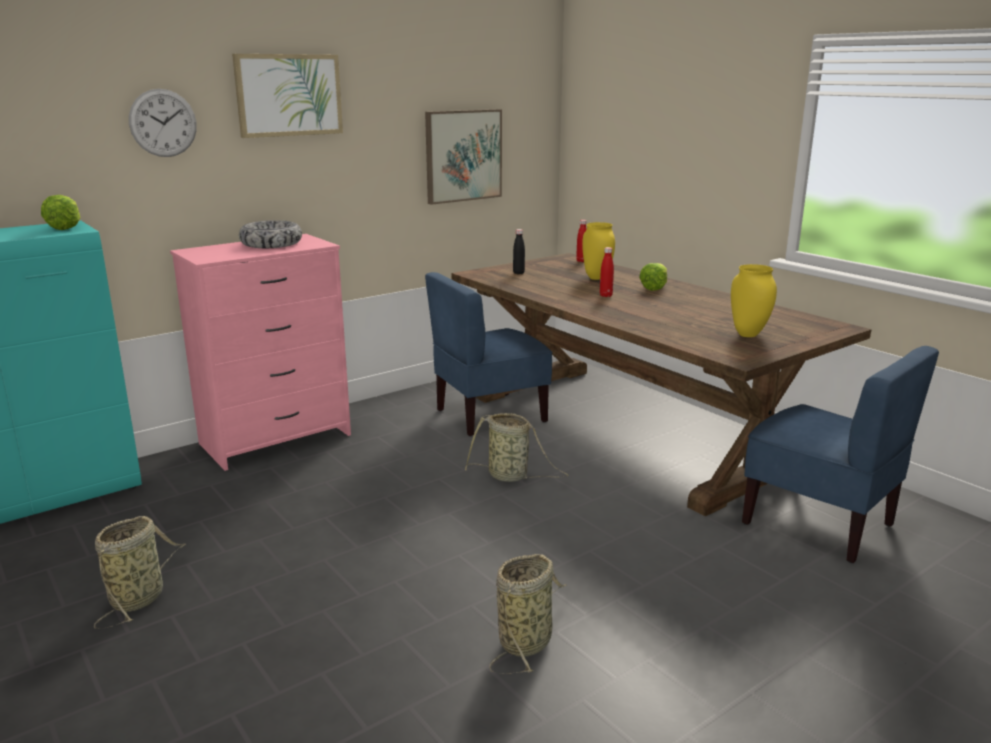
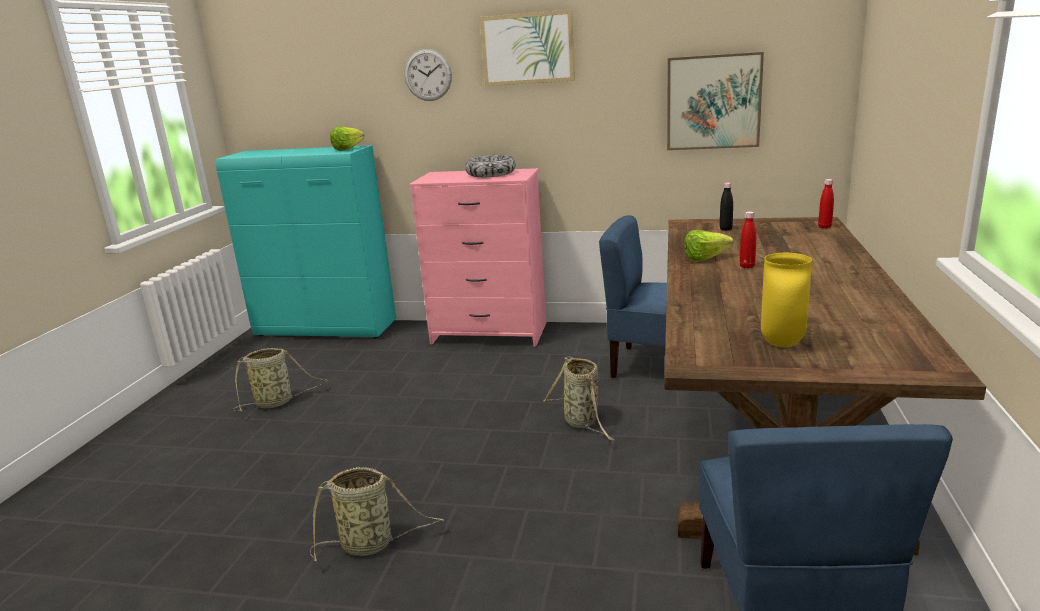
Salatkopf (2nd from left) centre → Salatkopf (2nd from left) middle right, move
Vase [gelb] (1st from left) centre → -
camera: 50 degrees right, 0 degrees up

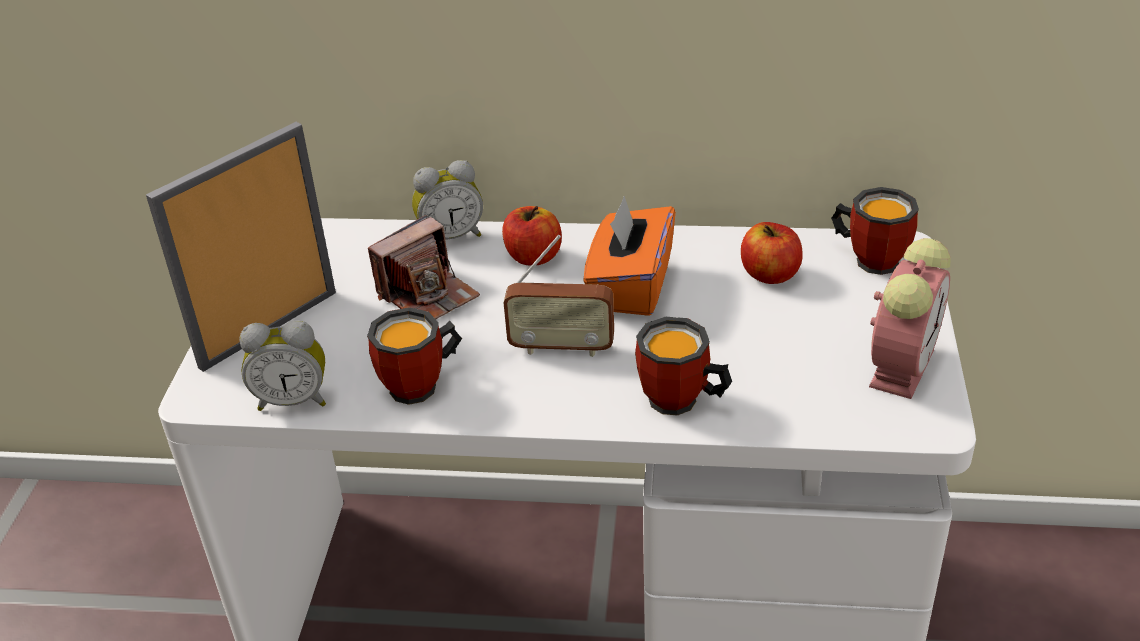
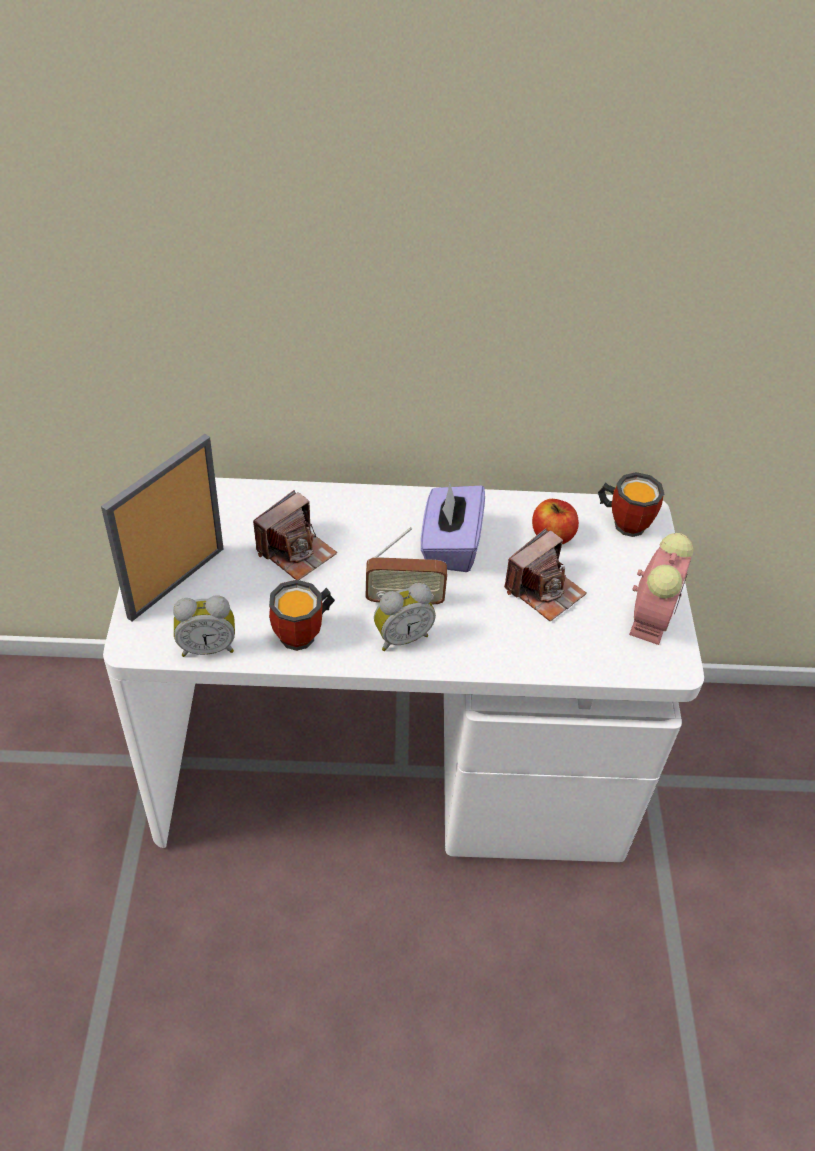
Wecker (2nd from left) top centre → Wecker (2nd from left) centre, move
Taschentuchbox [orange] centre → Taschentuchbox [lila] centre
- → Kamera (2nd from left) middle right
Apfel (1st from left) centre → -
Henkelbecher (2nd from left) centre → -
camera: 10 degrees left, 10 degrees up

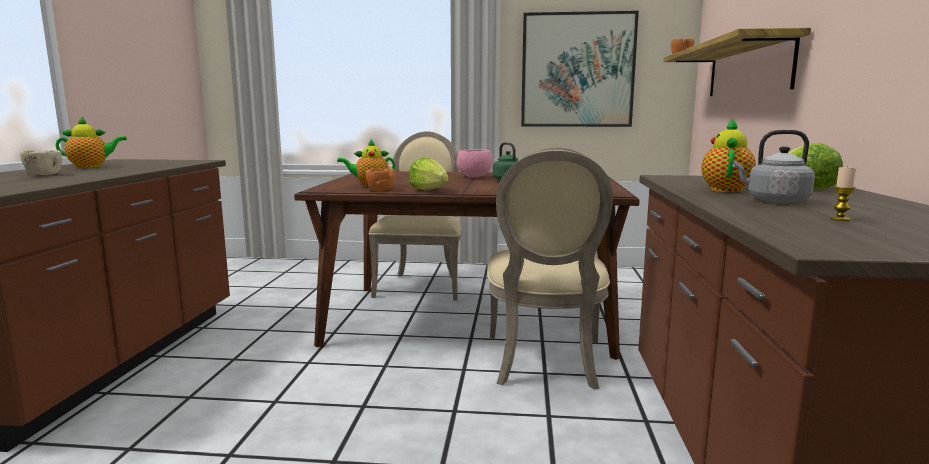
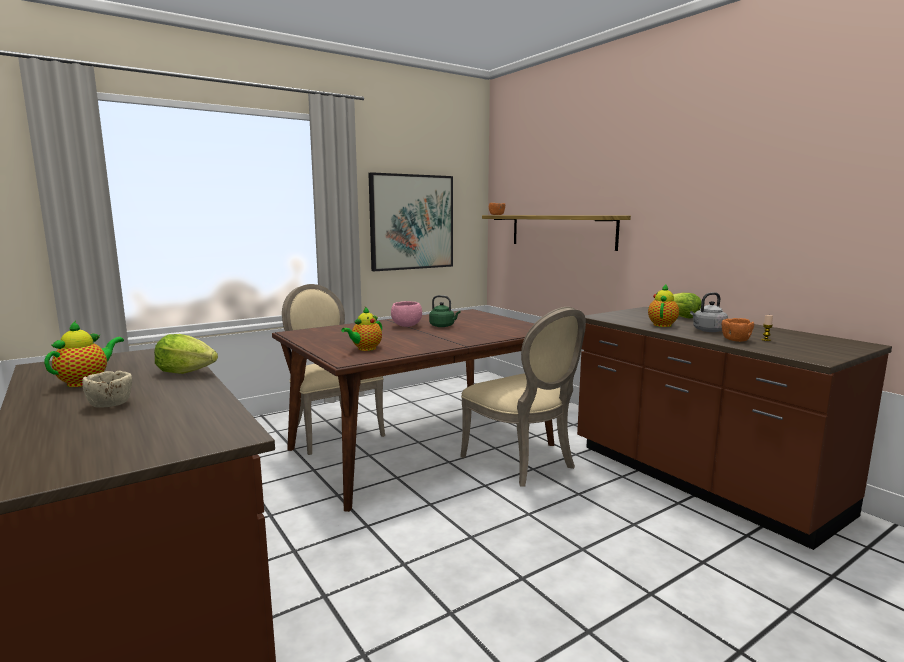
Salatkopf (1st from left) centre → Salatkopf (1st from left) middle left, move
Teekanne (3rd from left) middle right, 45 degrees clockwise
Schüssel [orange] (1st from left in the first image) centre → Schüssel [orange] (2nd from left) middle right, move
camera: 40 degrees left, 0 degrees up

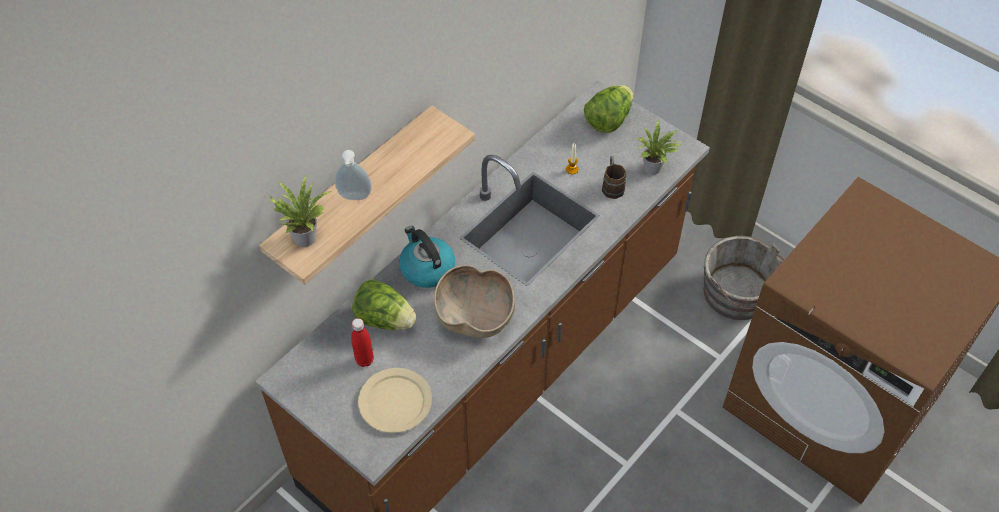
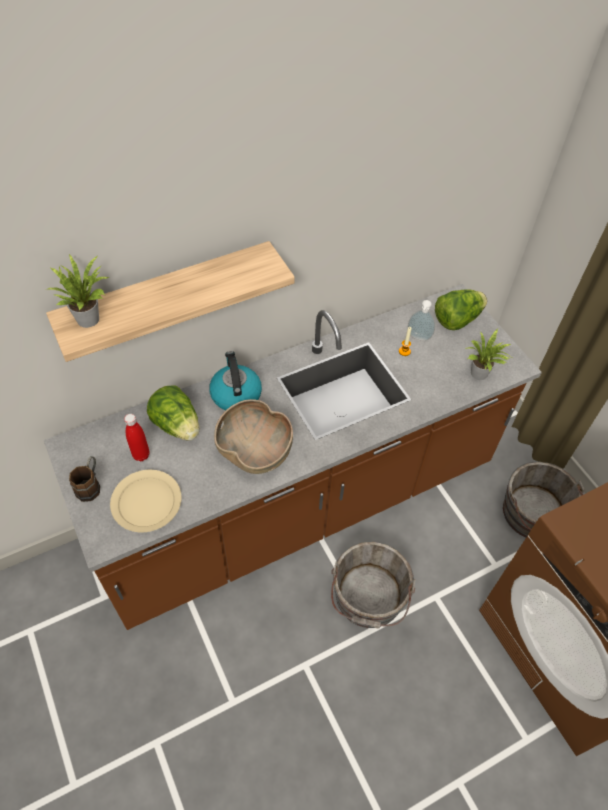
Henkelbecher [braun] centre → Henkelbecher [braun] middle left, move
- → Eimer [grau] (1st from left) bottom centre
Seifenspender centre → Seifenspender middle right, move
camera: 20 degrees right, 0 degrees up

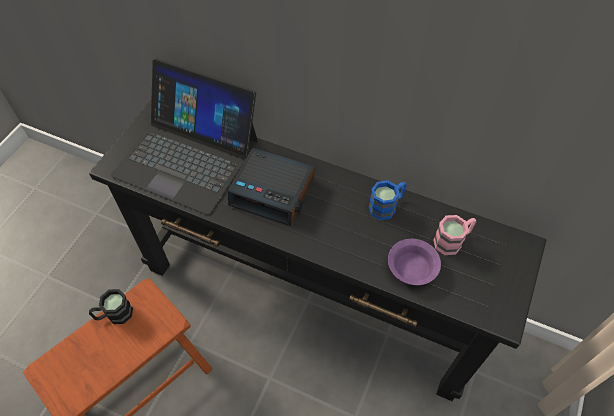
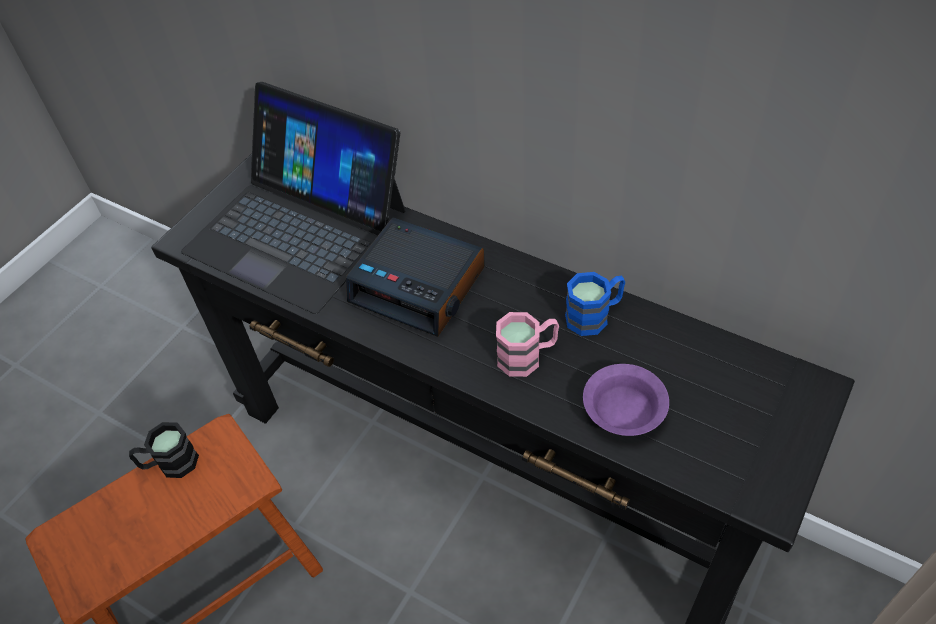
Henkelbecher [rosa] middle right → Henkelbecher [rosa] centre, move
camera: 10 degrees right, 5 degrees down

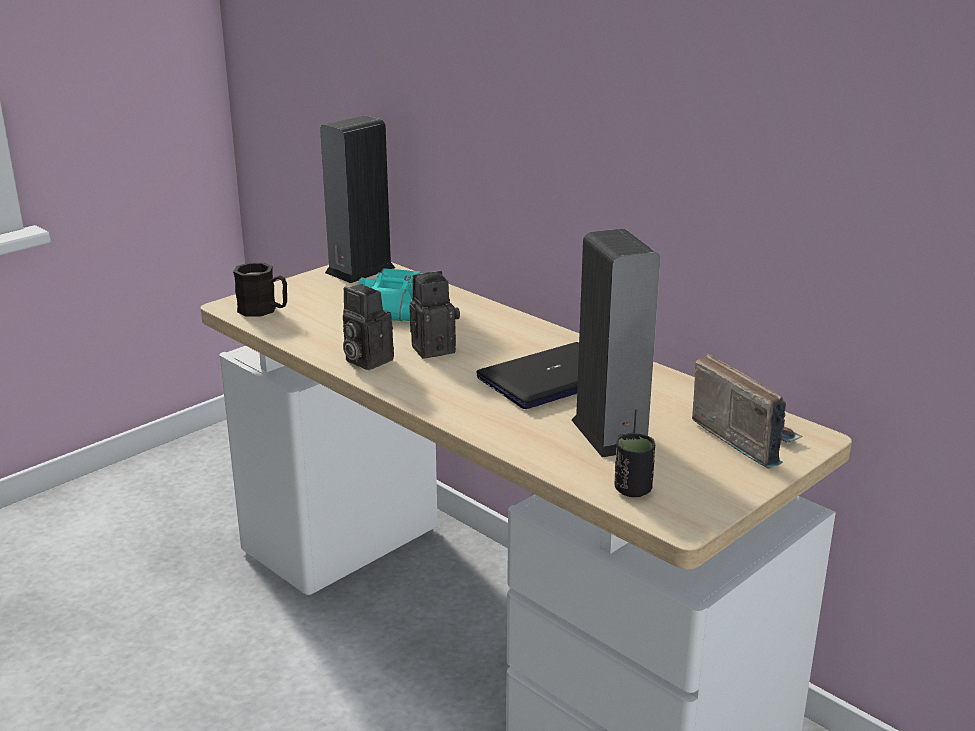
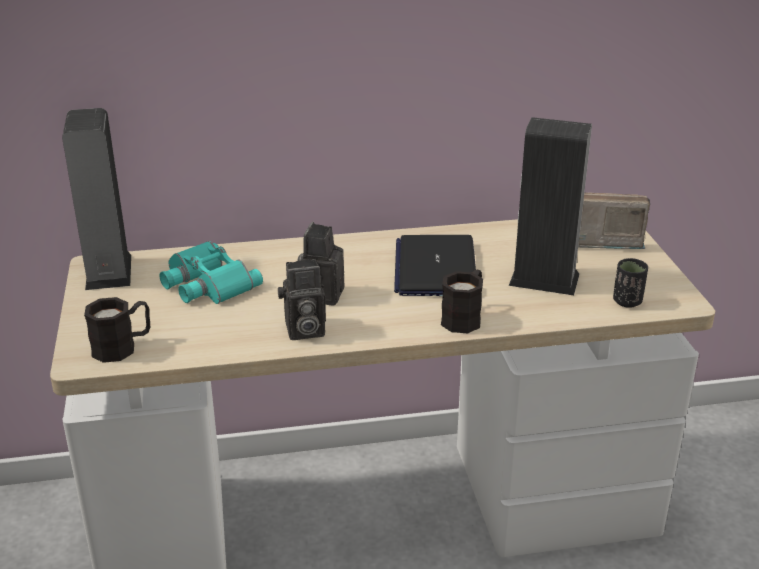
- → Henkelbecher [schwarz] (2nd from left) centre
camera: 55 degrees left, 5 degrees up

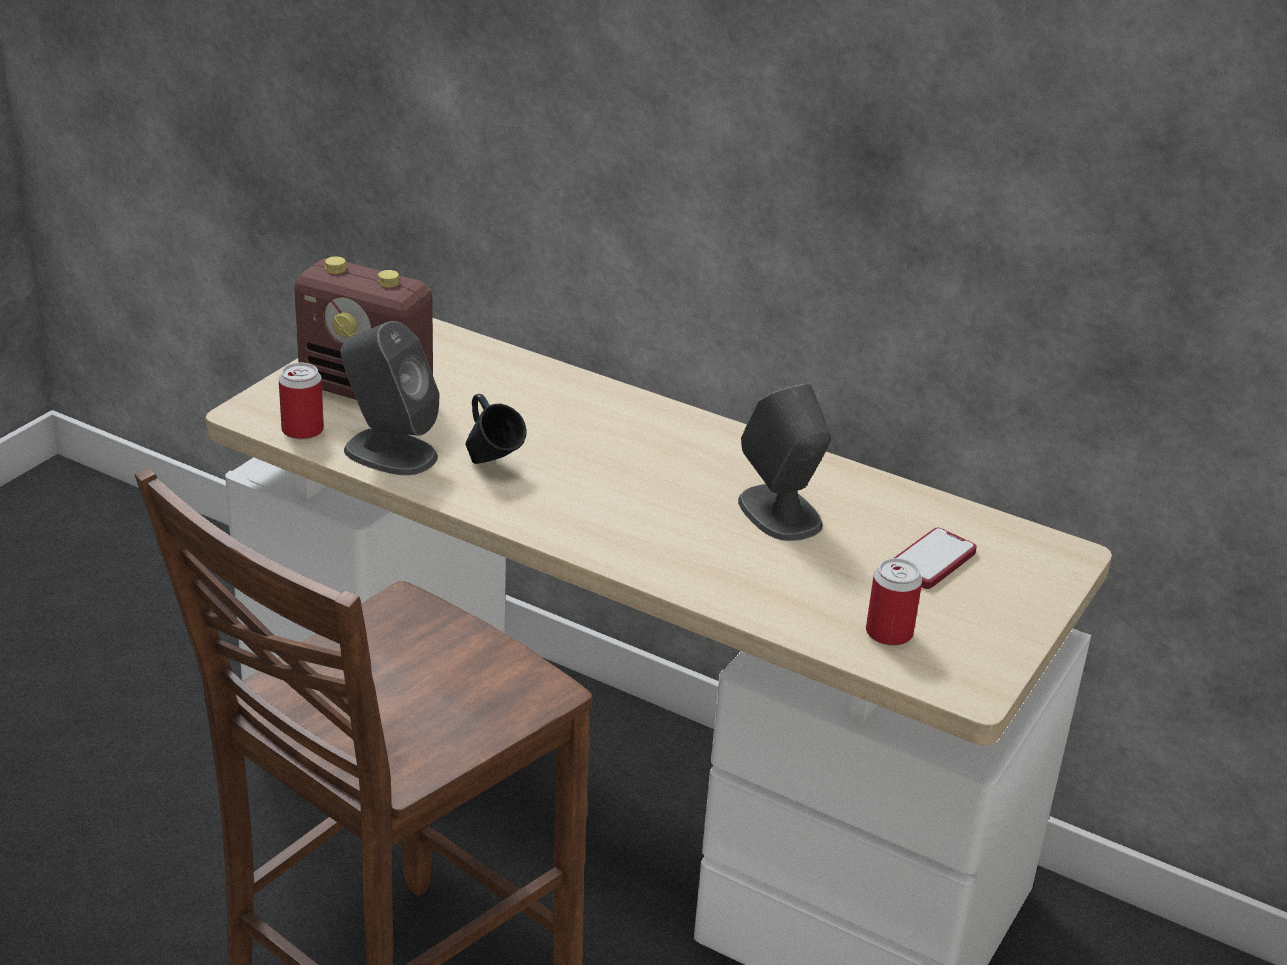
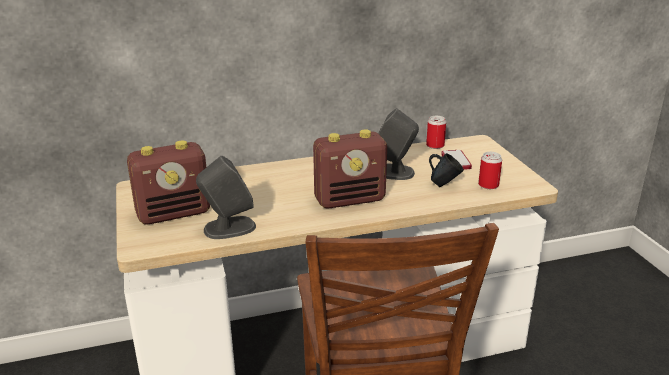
- → Radio (2nd from left) centre
Dose (1st from left) middle left → Dose (1st from left) centre, move
Henkelbecher [blau] centre → Henkelbecher [blau] middle right, move
camera: 45 degrees left, 5 degrees down

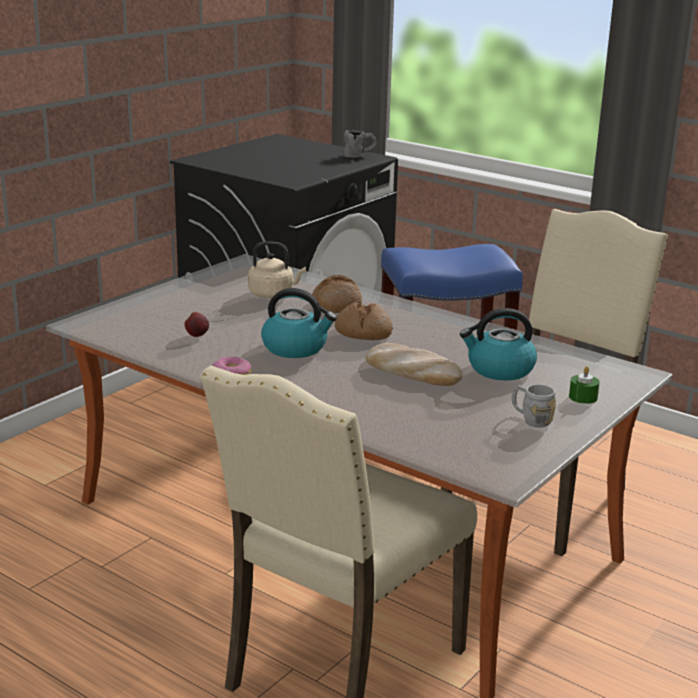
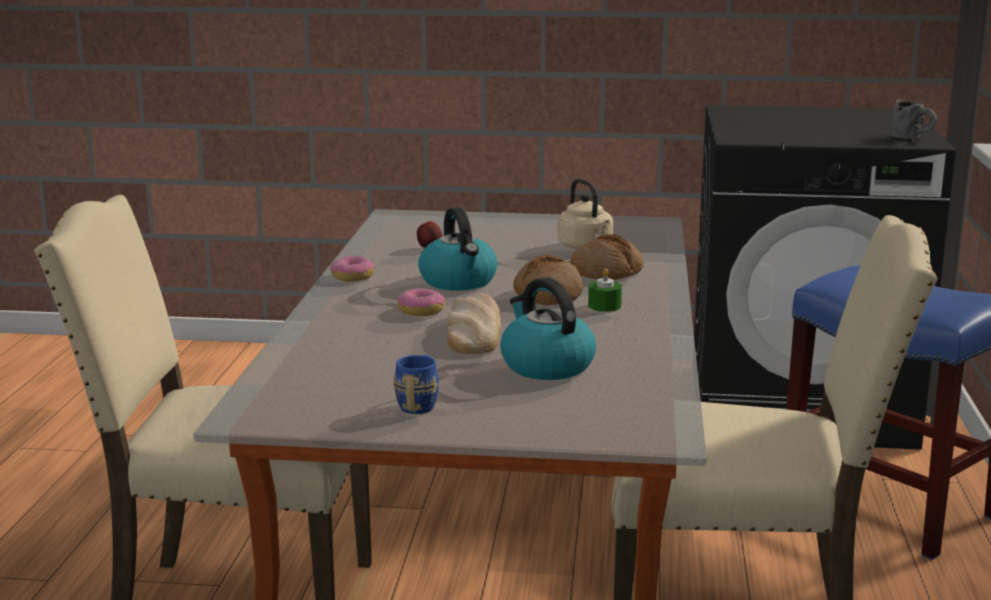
Henkelbecher [grau] (2nd from left) middle right → Henkelbecher [blau] centre
- → Donut (2nd from left) centre
Kerze [grün] middle right → Kerze [grün] centre, move
camera: 60 degrees right, 5 degrees down

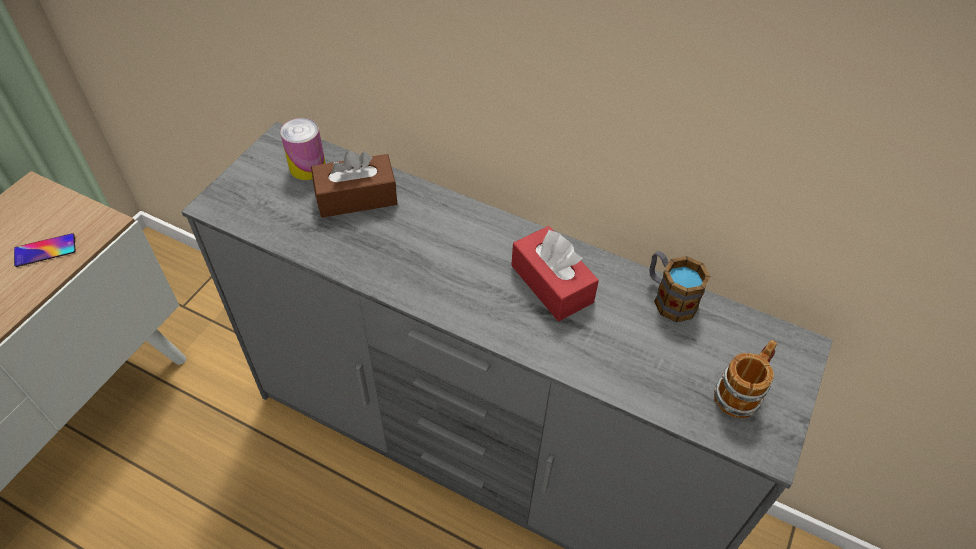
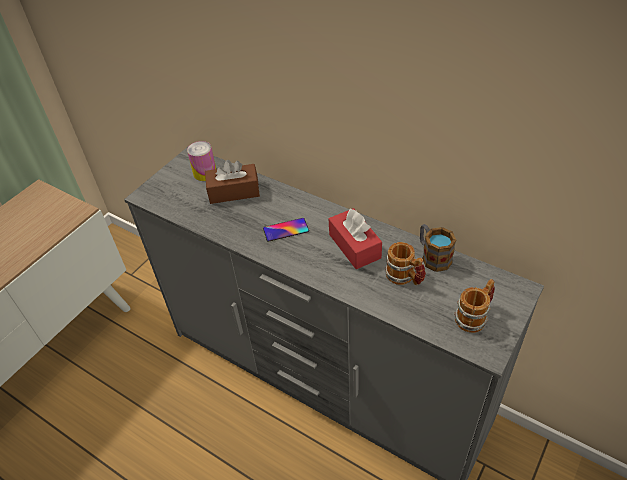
Handy middle left → Handy centre, move
- → Henkelbecher (1st from left) centre
camera: 10 degrees right, 5 degrees down

